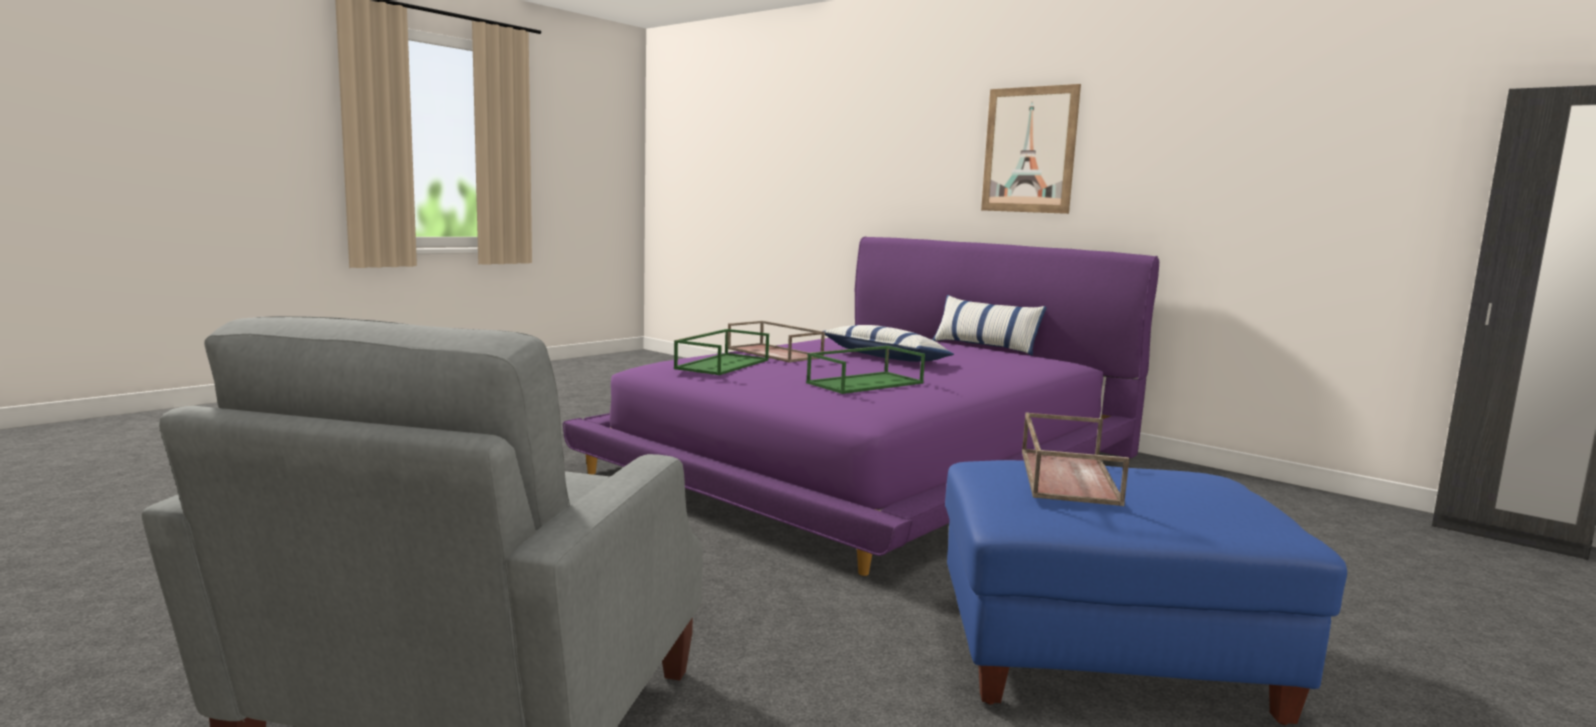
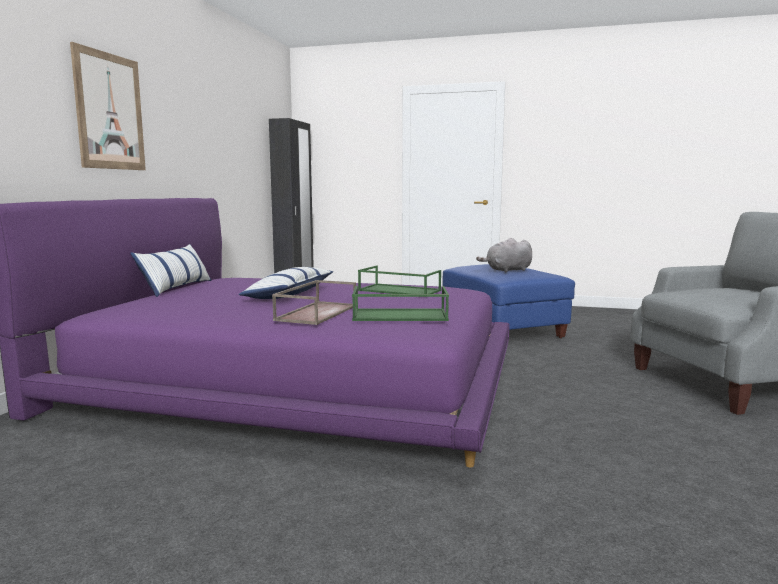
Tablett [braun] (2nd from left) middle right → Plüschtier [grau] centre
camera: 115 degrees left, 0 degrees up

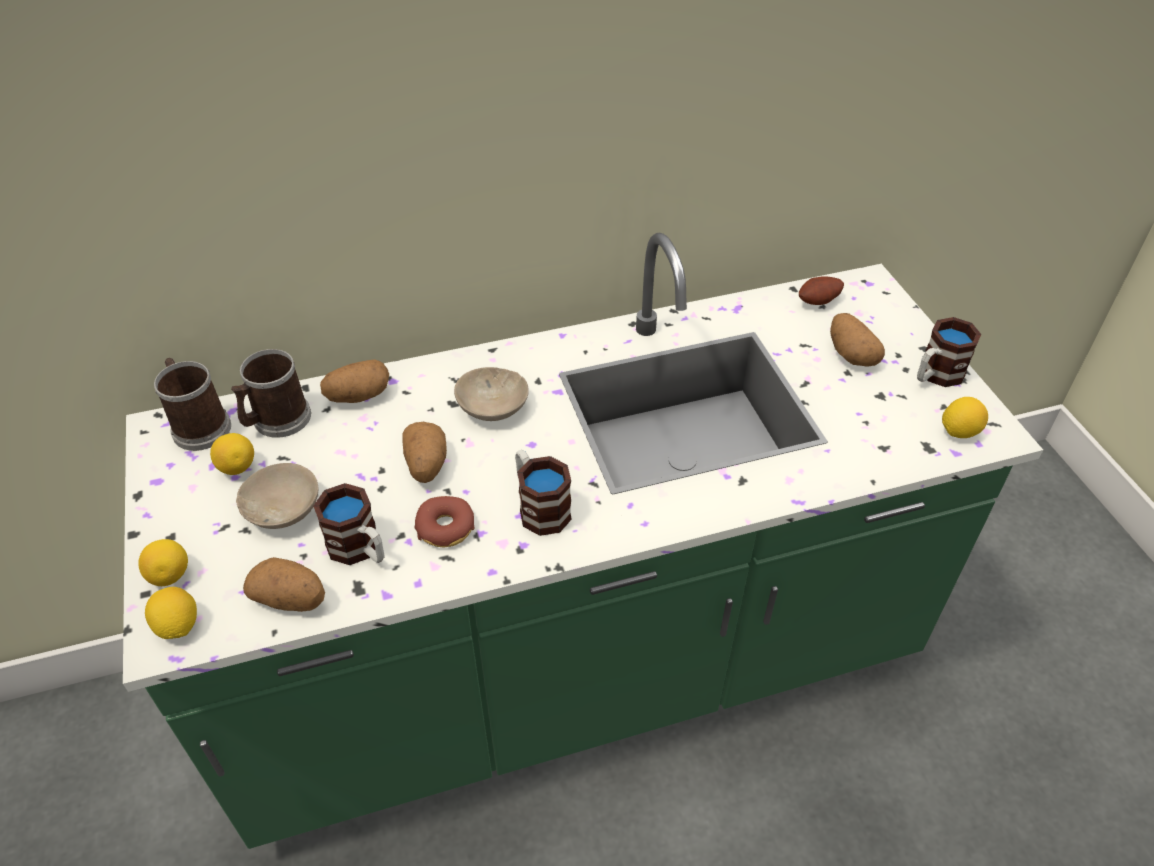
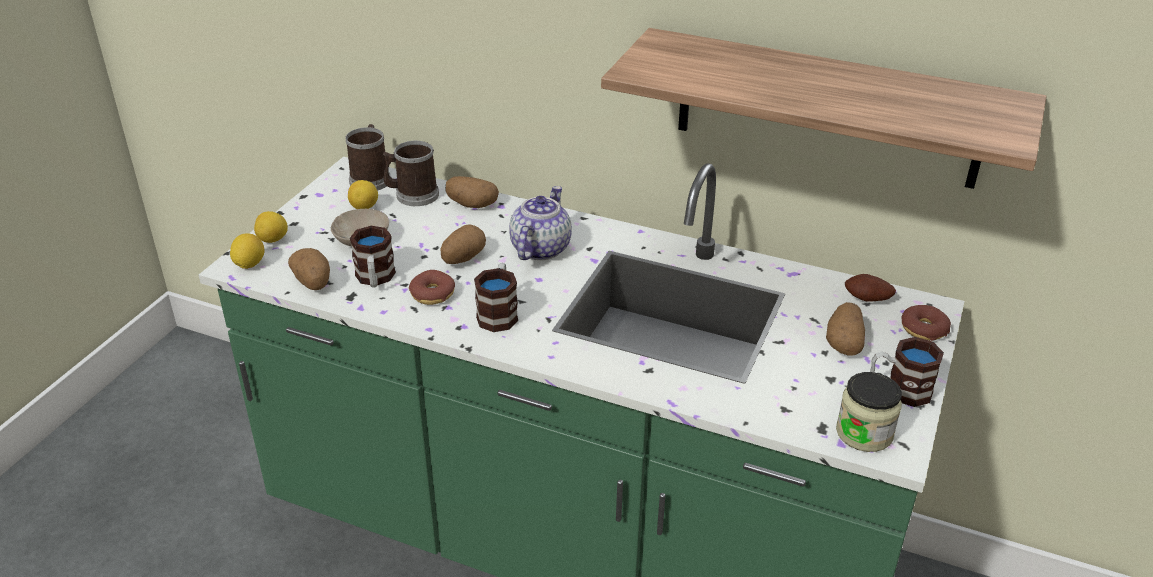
Schüssel [beige] (2nd from left) centre → Teekanne centre
- → Wandregal top right
Zitrone (4th from left) middle right → Vorratsglas bottom right
- → Donut (2nd from left) middle right
camera: 40 degrees right, 10 degrees down

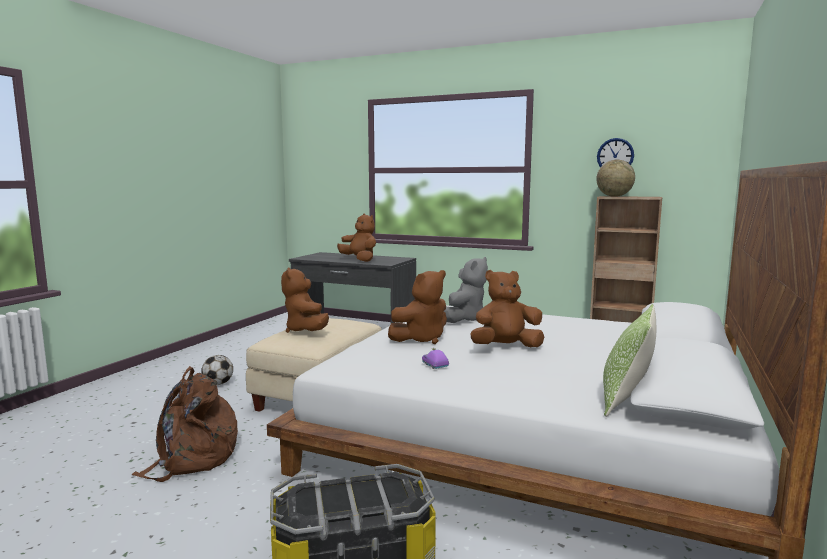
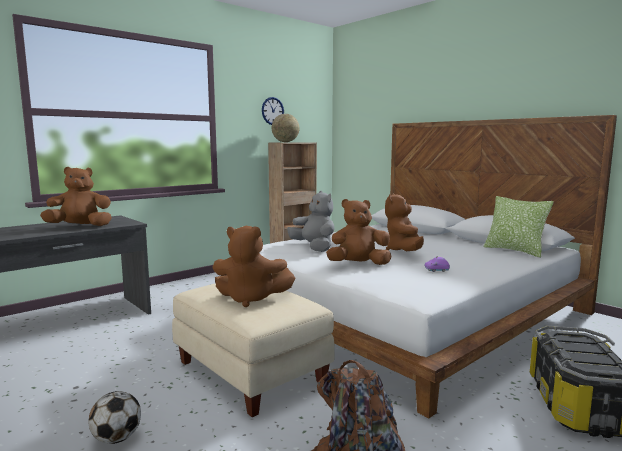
Plüschtier [braun] (3rd from left) centre, 90 degrees counterclockwise
camera: 65 degrees left, 0 degrees up

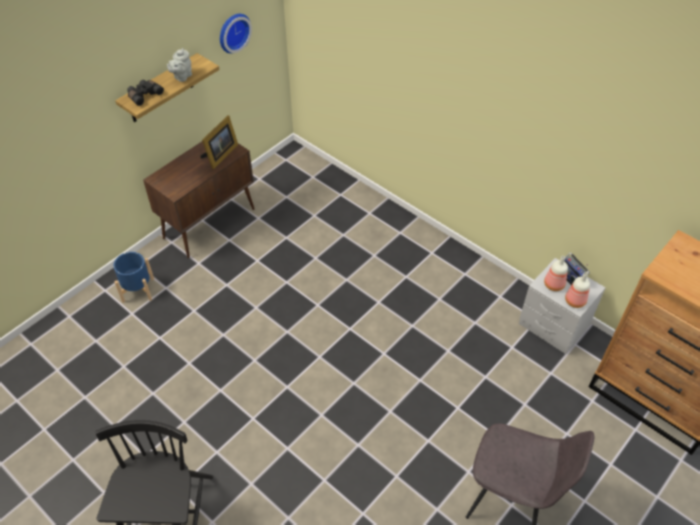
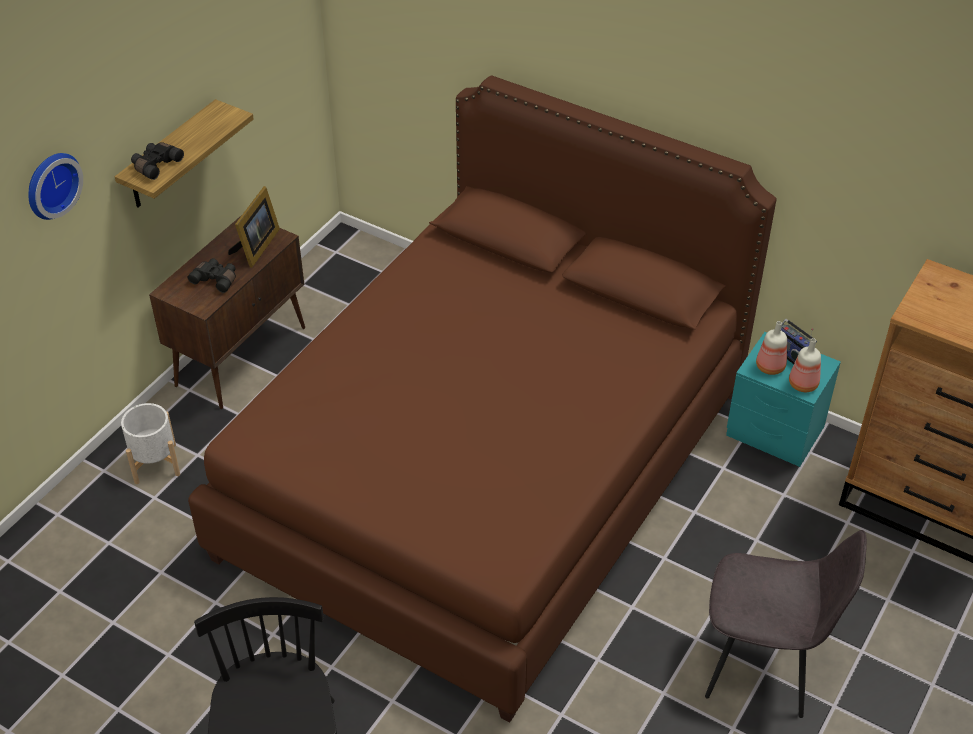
Wanduhr top centre → Wanduhr top left, move
Pflanzkübel [blau] middle left → Pflanzkübel [weiß] middle left
- → Bett [braun] centre
- → Fernglas [schwarz] (2nd from left) middle left
Nachttisch [grau] middle right → Nachttisch [türkis] middle right
Teekanne [grau] top left → -
camera: 10 degrees left, 5 degrees down

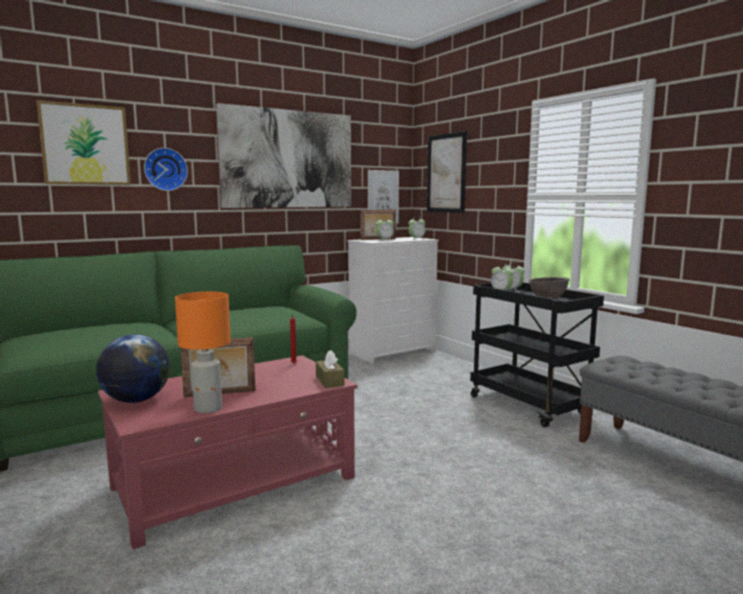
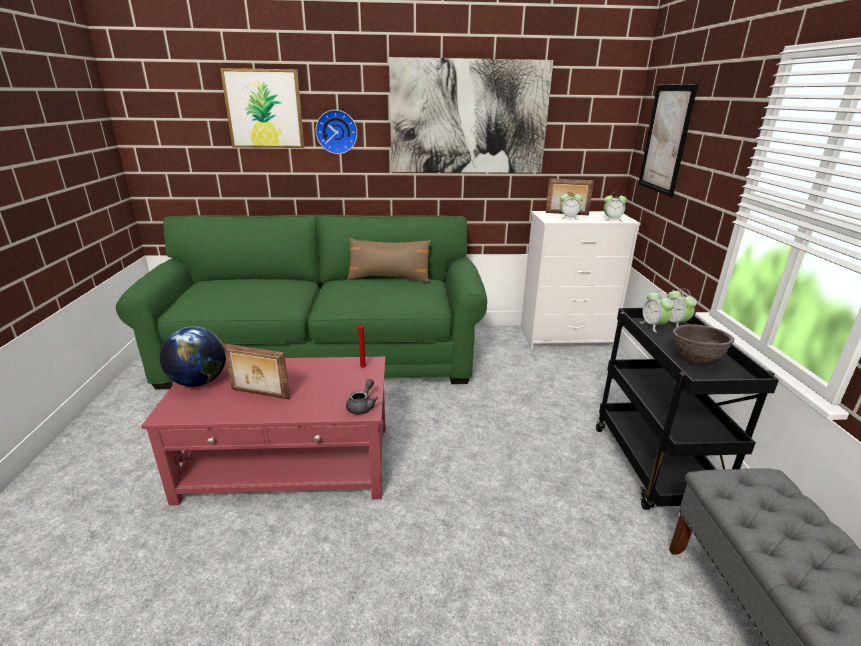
Taschentuchbox [braun] centre → Teekanne [grau] centre
- → Kissen [braun] centre
Tischlampe [orange] middle left → -
Bild (3rd from left) top centre → -
camera: 30 degrees right, 15 degrees up

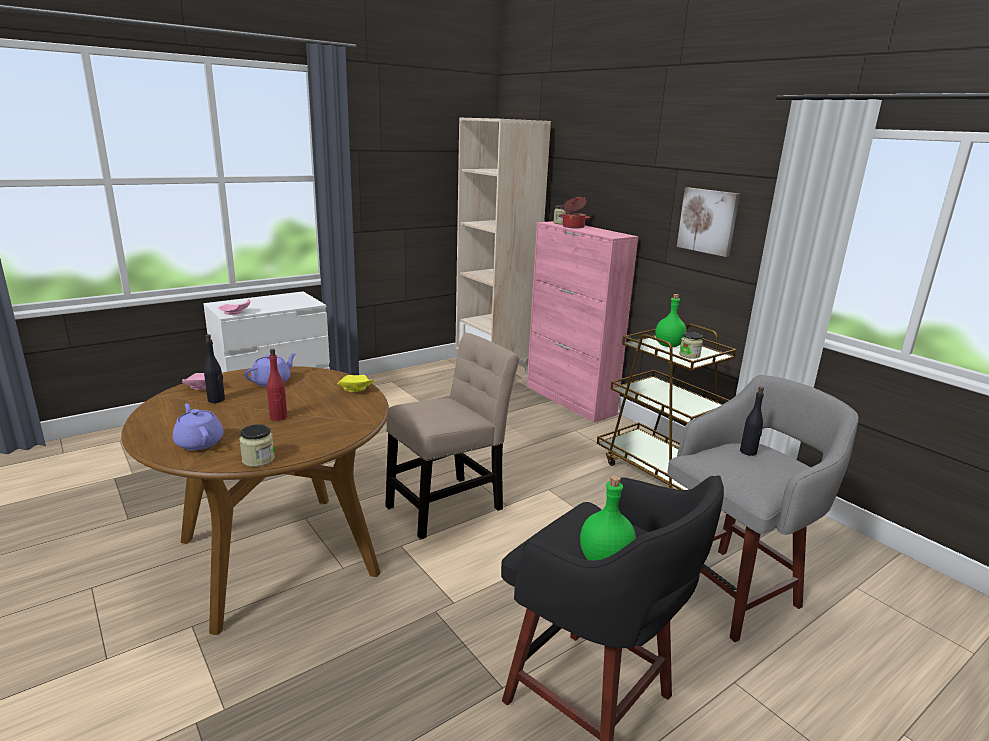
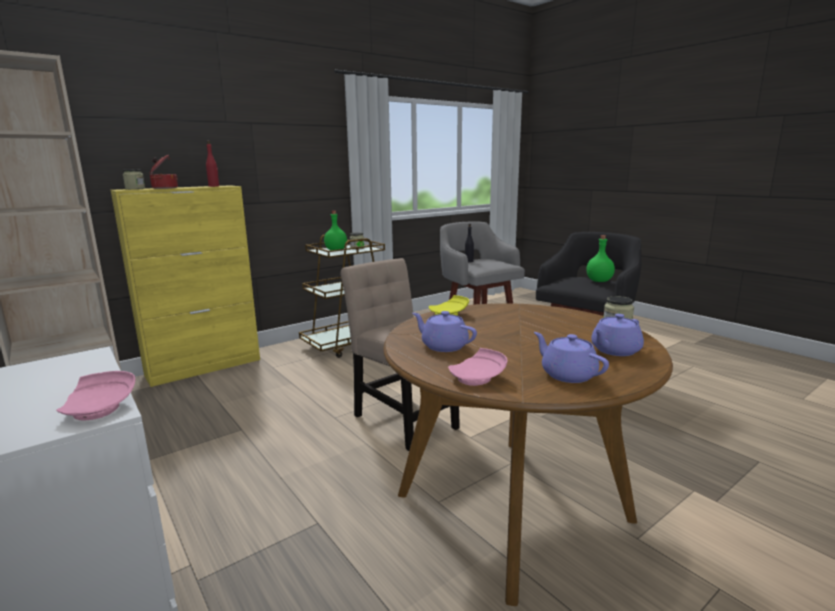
Schrank [rosa] centre → Schrank [gelb] middle left
Flasche [rot] middle left → Flasche [rot] top left, move
- → Teekanne [lila] (2nd from left) middle right
Flasche [schwarz] (1st from left) middle left → -
Bild top right → -
camera: 90 degrees left, 5 degrees down

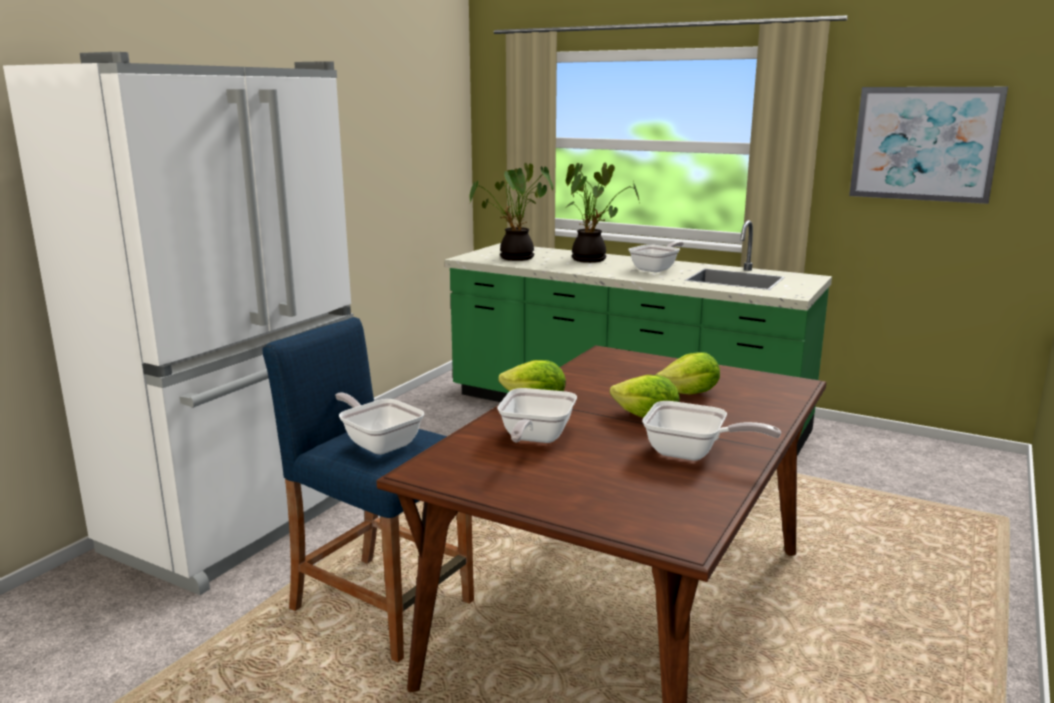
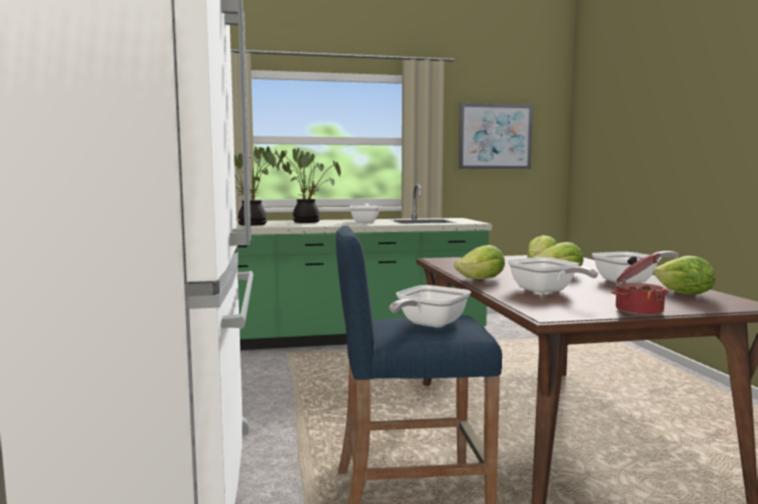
Pfanne (1st from left in the first image) centre → Pfanne (2nd from left) centre, 60 degrees counterclockwise
- → Kochtopf middle right
- → Salatkopf (4th from left) middle right
camera: 40 degrees left, 10 degrees down

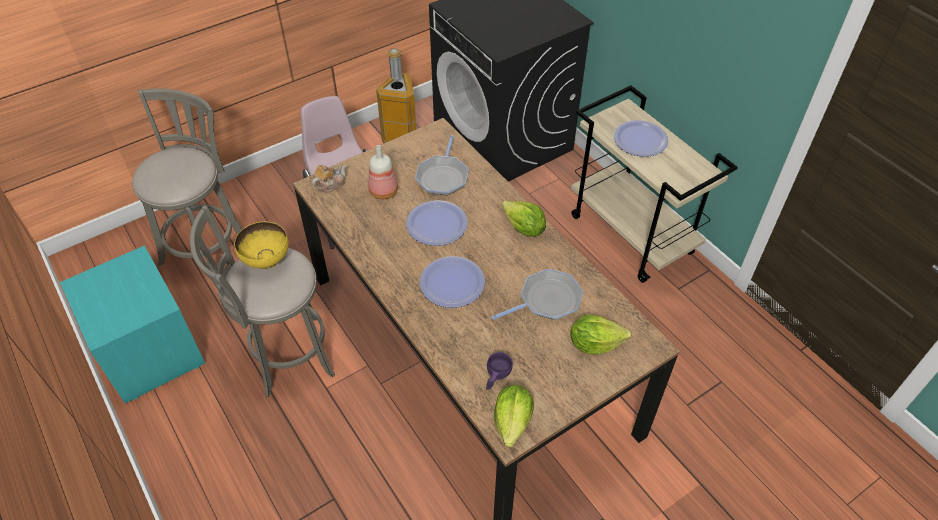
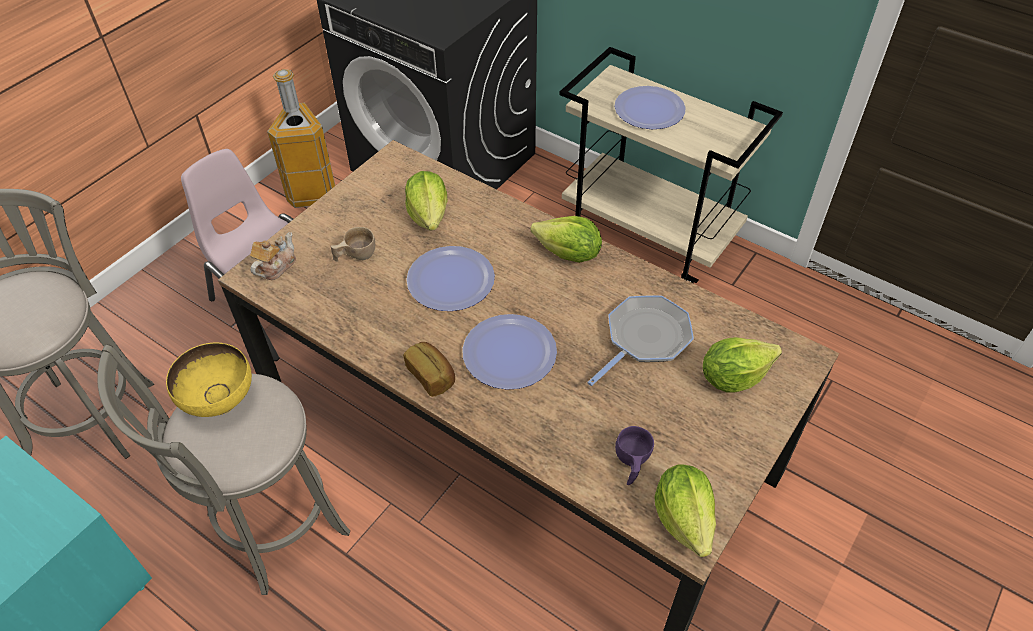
Flasche top centre → Tasse [beige] centre
- → Brot centre
Pfanne (1st from left) top centre → Salatkopf (1st from left) top centre
camera: 20 degrees left, 0 degrees up

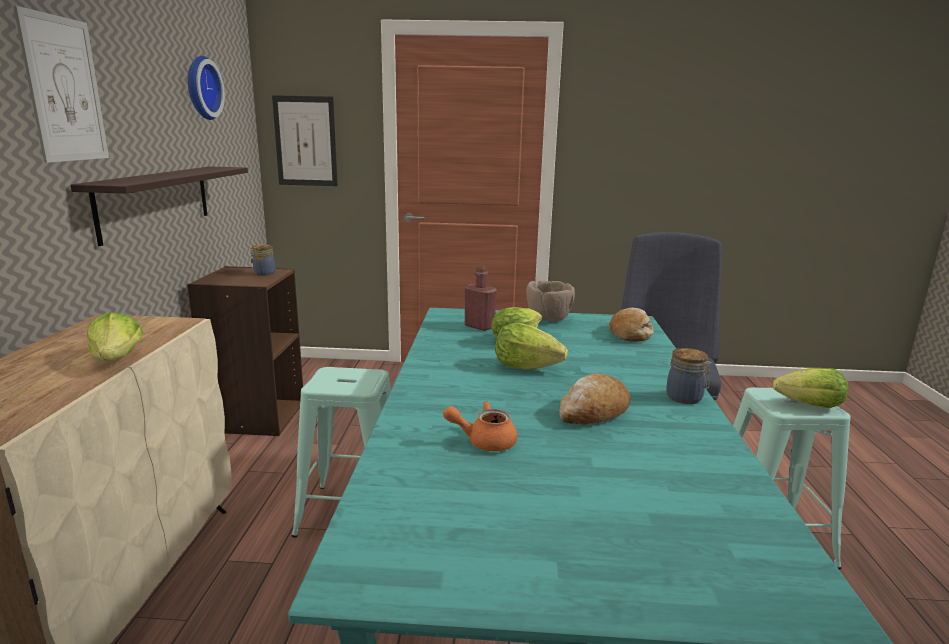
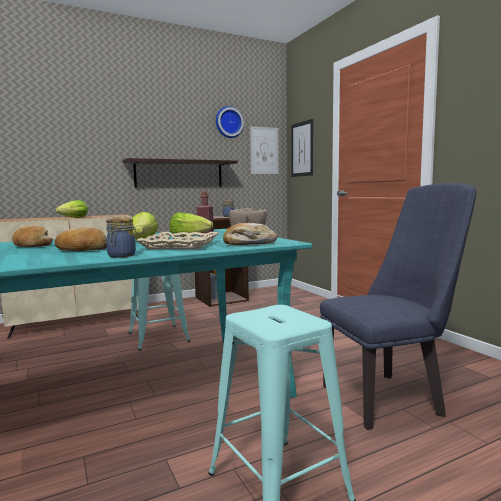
Teekanne [orange] centre → Brot (1st from left) middle left
- → Tablett [beige] centre
Bild (1st from left) top left → Bild (1st from left) top centre, move
Salatkopf (4th from left) middle right → -
camera: 60 degrees right, 10 degrees down

